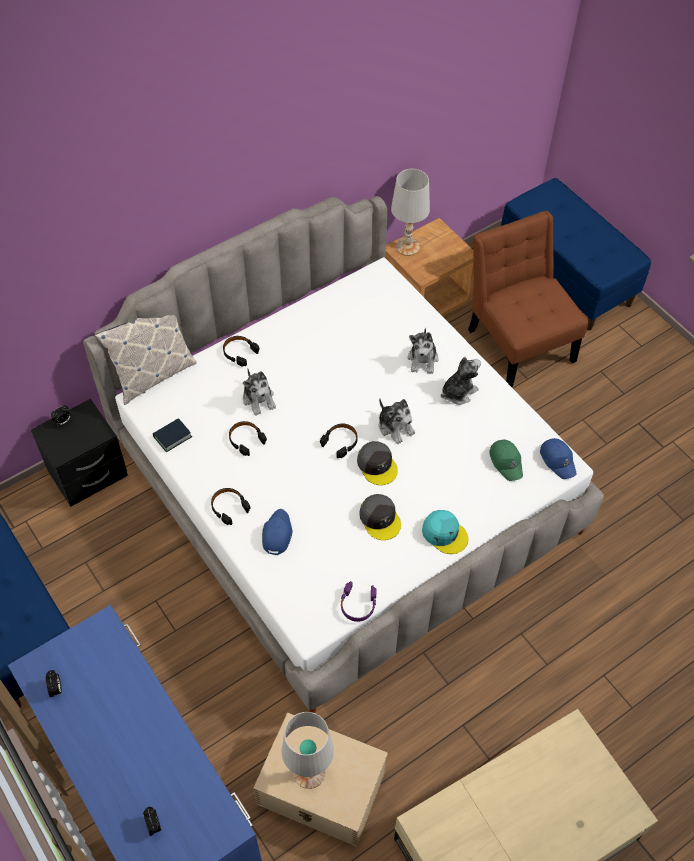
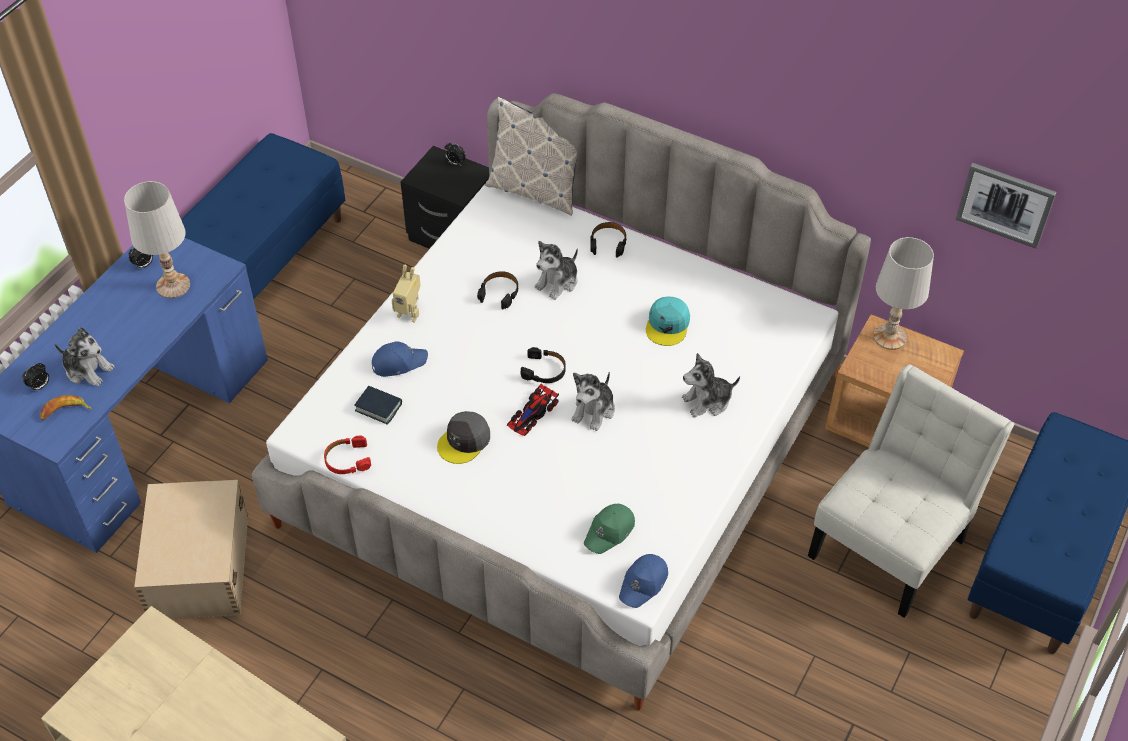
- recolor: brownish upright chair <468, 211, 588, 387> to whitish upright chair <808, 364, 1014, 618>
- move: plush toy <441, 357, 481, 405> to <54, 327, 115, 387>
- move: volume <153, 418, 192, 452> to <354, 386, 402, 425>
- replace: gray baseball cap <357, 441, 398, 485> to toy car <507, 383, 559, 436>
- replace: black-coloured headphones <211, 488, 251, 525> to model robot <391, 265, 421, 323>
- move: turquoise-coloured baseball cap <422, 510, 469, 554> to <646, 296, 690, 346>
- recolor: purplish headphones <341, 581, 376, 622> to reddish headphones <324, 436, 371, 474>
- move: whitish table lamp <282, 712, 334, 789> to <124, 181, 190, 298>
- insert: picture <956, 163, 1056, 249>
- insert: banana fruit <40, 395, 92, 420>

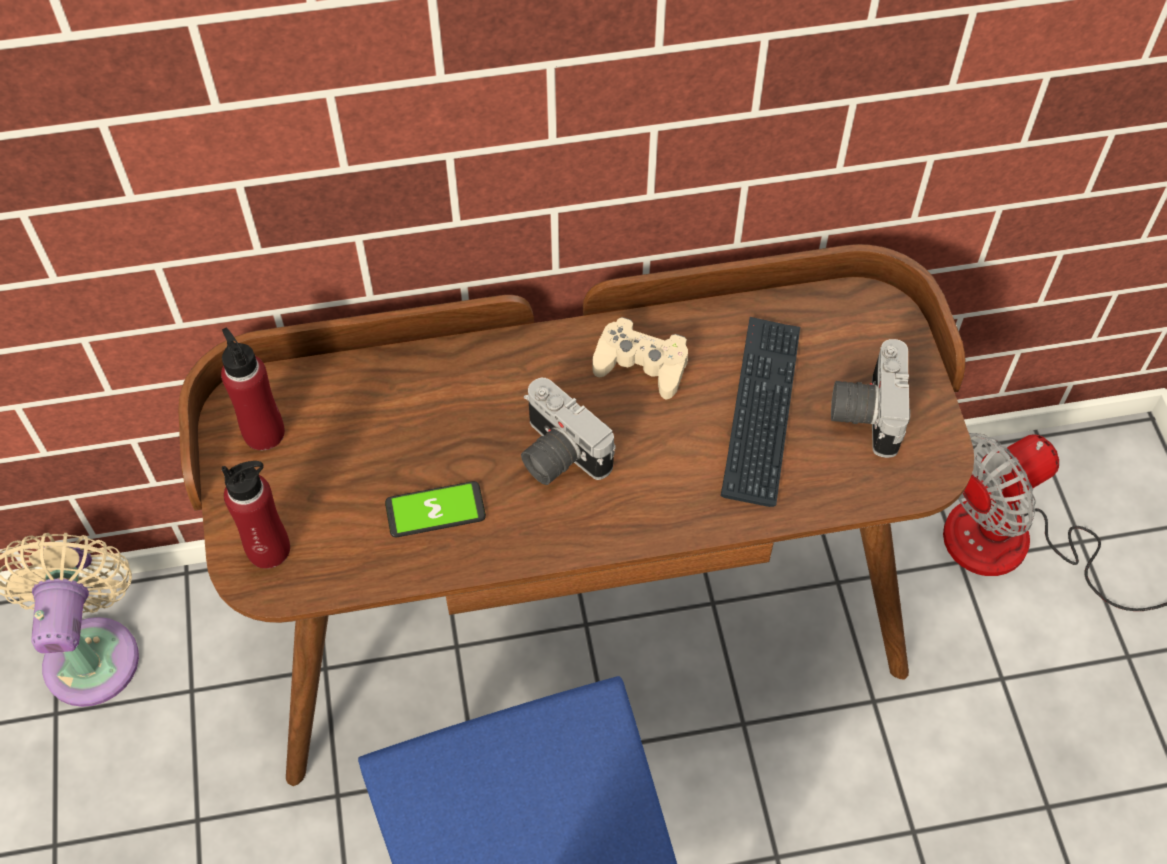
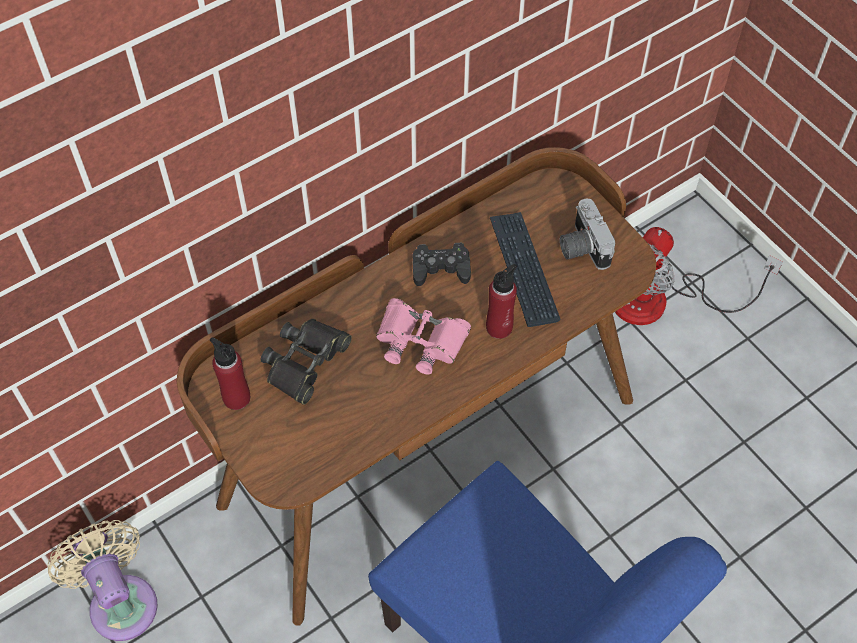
- recolor: sand-coloured gamepad <592, 317, 688, 399> to black-coloured gamepad <413, 243, 471, 286>
- replace: still camera <521, 378, 616, 485> to pinkish binoculars <376, 298, 471, 375>
- move: reddish bottle <222, 461, 290, 569> to <486, 264, 517, 339>
- delete: handset <385, 481, 486, 537>
- insert: black-coloured binoculars <261, 319, 352, 405>

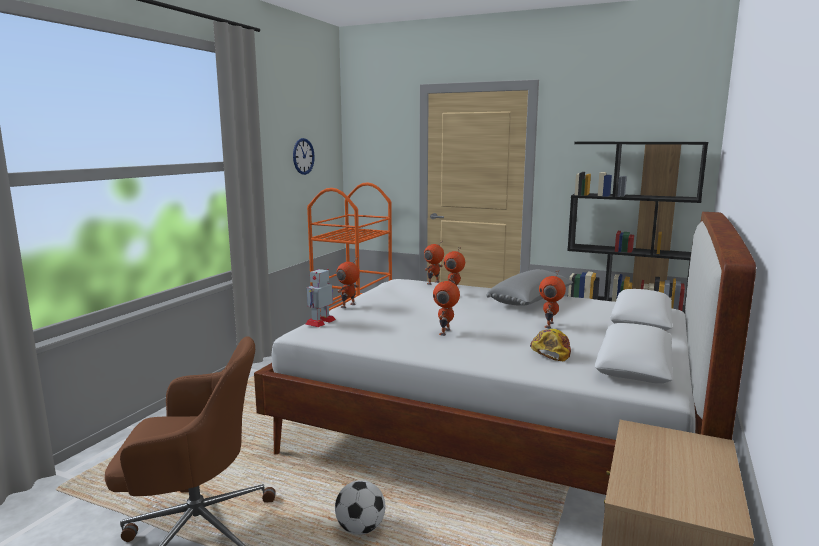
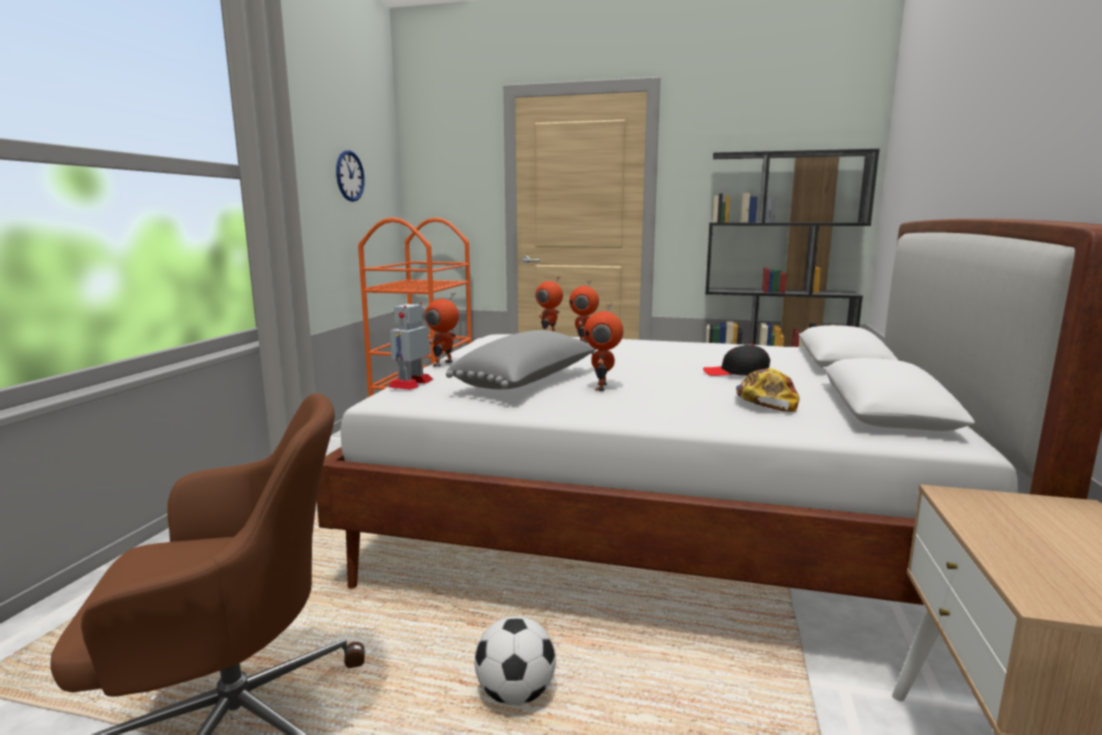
- move: gray pillow <487, 269, 573, 306> to <446, 330, 596, 389>
- replace: model robot <539, 271, 566, 328> to black-coloured baseball cap <703, 344, 770, 376>

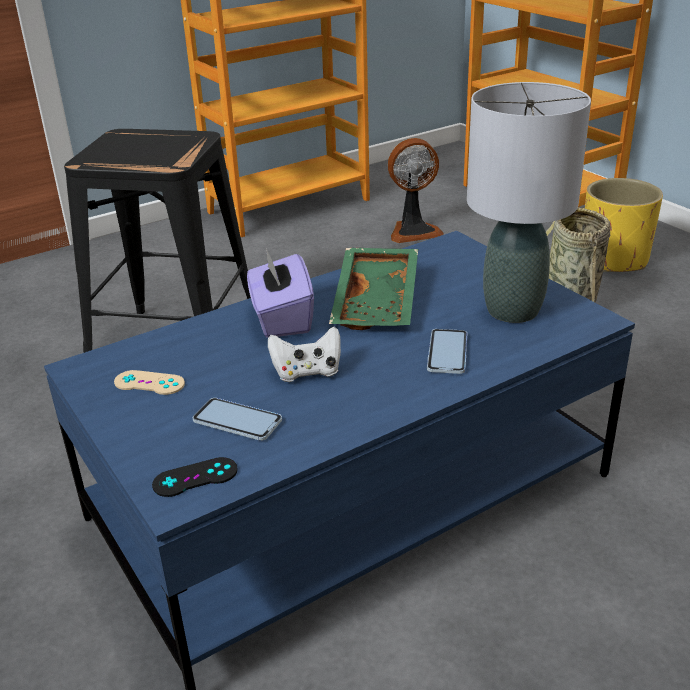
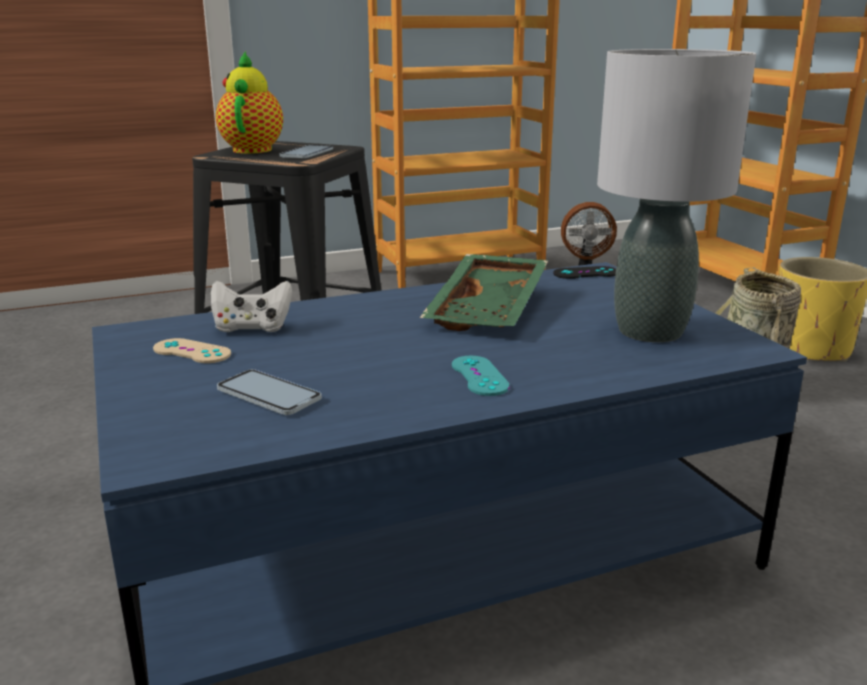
- delete: purplish tissue box <247, 249, 314, 338>
- move: whitish gamepad <268, 326, 341, 382> to <211, 281, 292, 332>
- move: handset <427, 329, 467, 374> to <279, 145, 333, 158>
- move: black-coloured gamepad <152, 457, 238, 497> to <553, 266, 616, 279>
- insert: teapot <216, 51, 283, 154>
- insert: turquoise-coloured gamepad <452, 356, 510, 396>

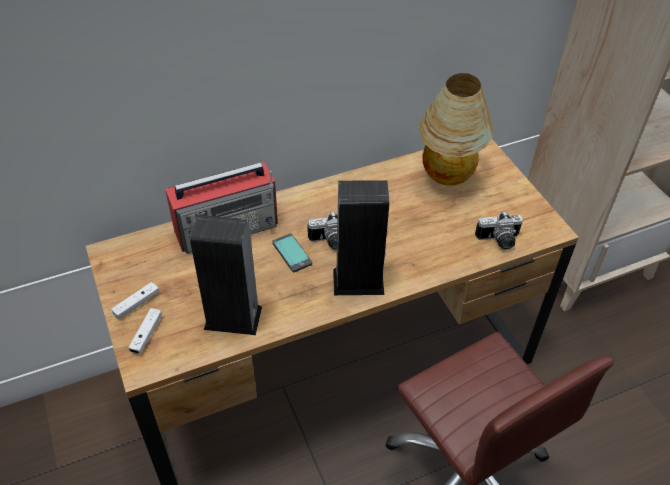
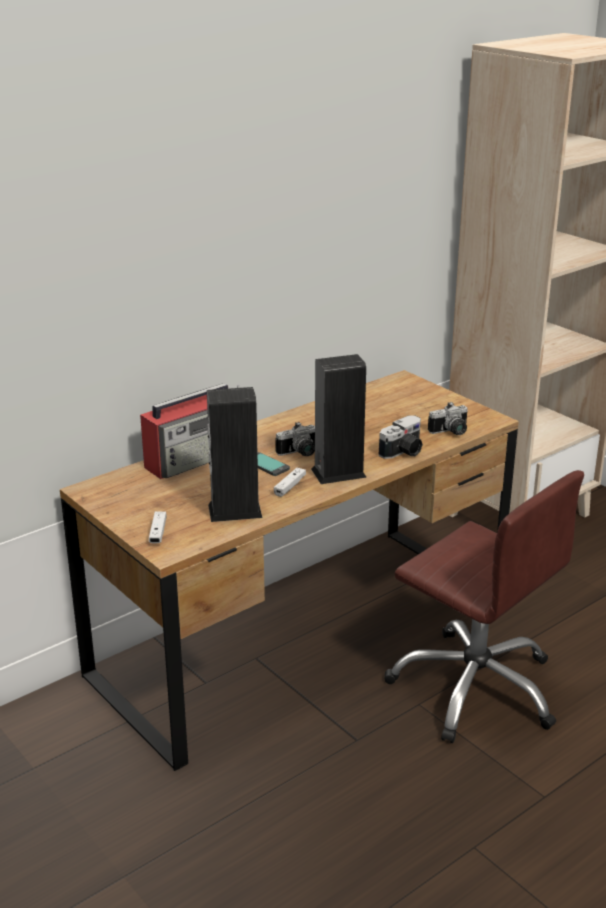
- delete: table lamp <419, 73, 493, 185>
- move: whitish gamepad <111, 282, 159, 320> to <274, 468, 306, 497>
- insert: still camera <378, 415, 423, 459>

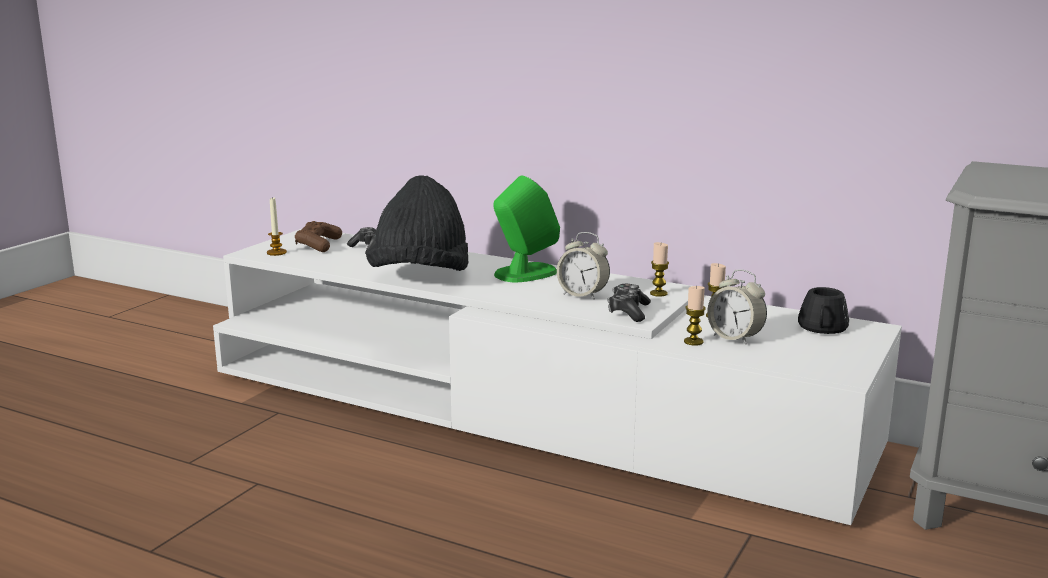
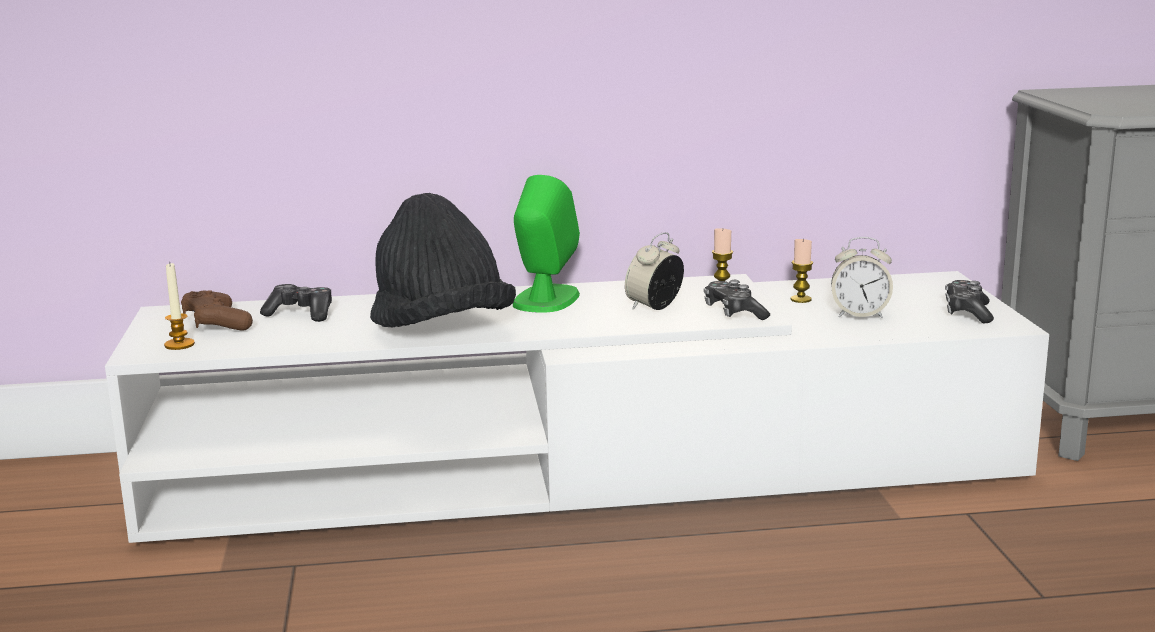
- rotate: bedside clock <557, 232, 610, 300> = <625, 232, 684, 310> 135 degrees clockwise
- delete: wax candle <684, 286, 706, 346>
- delete: black-coloured tea mug <798, 287, 849, 334>
- insert: gamepad <945, 280, 994, 324>

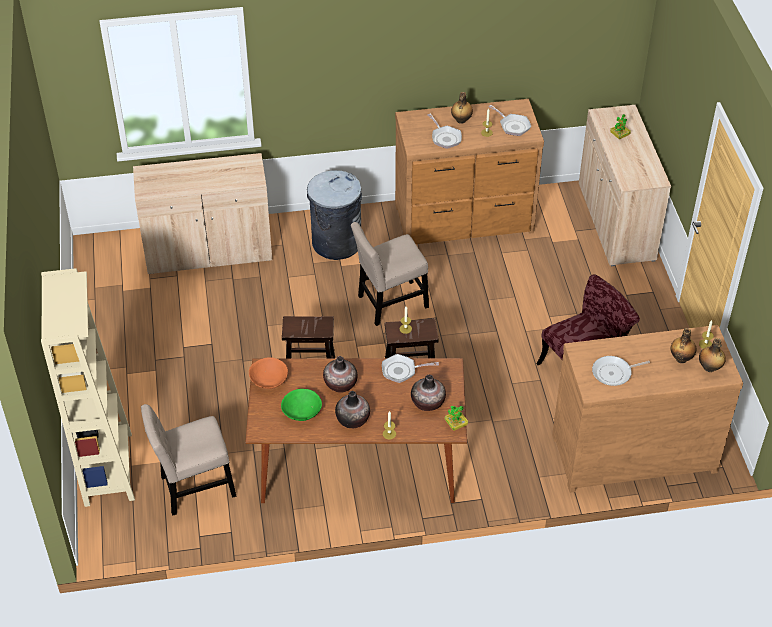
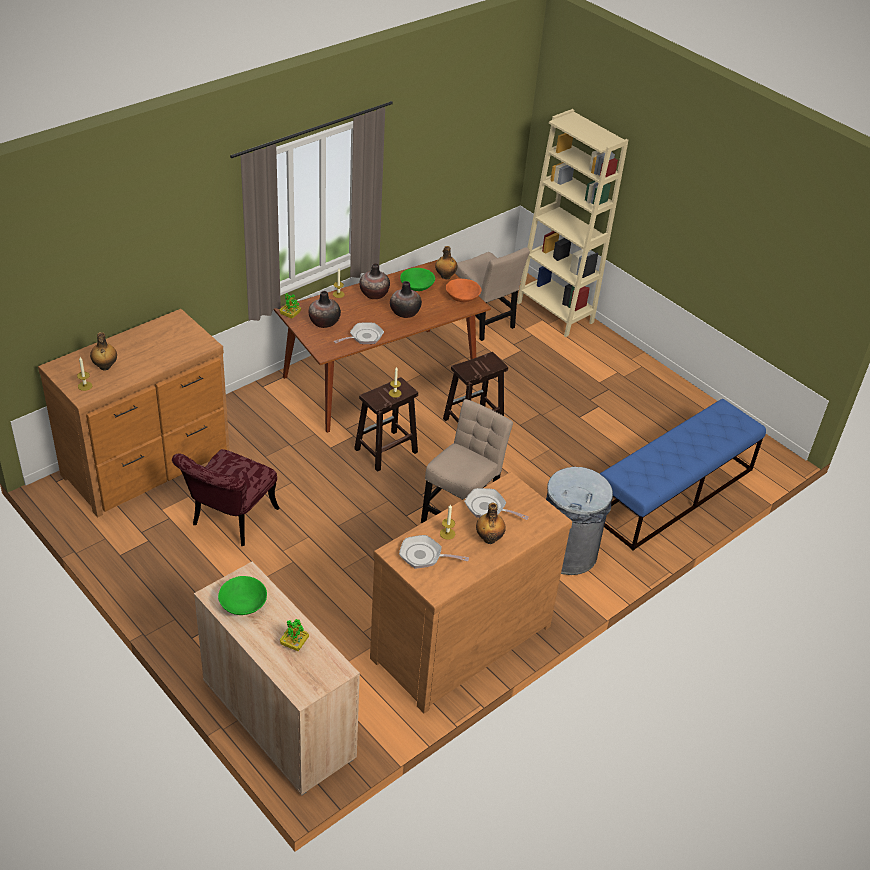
- replace: sand-coloured storage cabinet <133, 153, 272, 274> to bluish indoor bench <600, 399, 766, 551>
- move: bottle <699, 338, 726, 372> to <435, 246, 458, 279>
- delete: frying pan <592, 356, 650, 386>
- rotate: sand-coloured upright chair <141, 404, 236, 516> = <455, 248, 530, 341> 105 degrees clockwise
- insert: green-coloured serving bowl <218, 576, 267, 615>

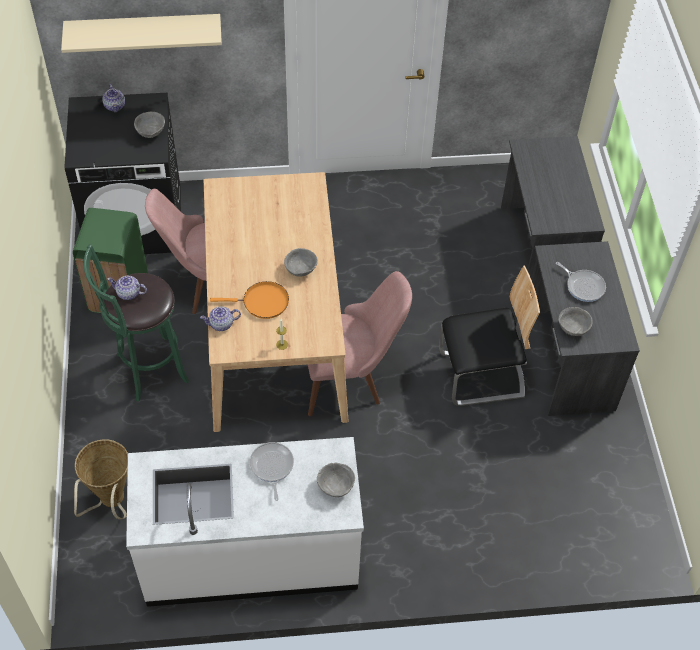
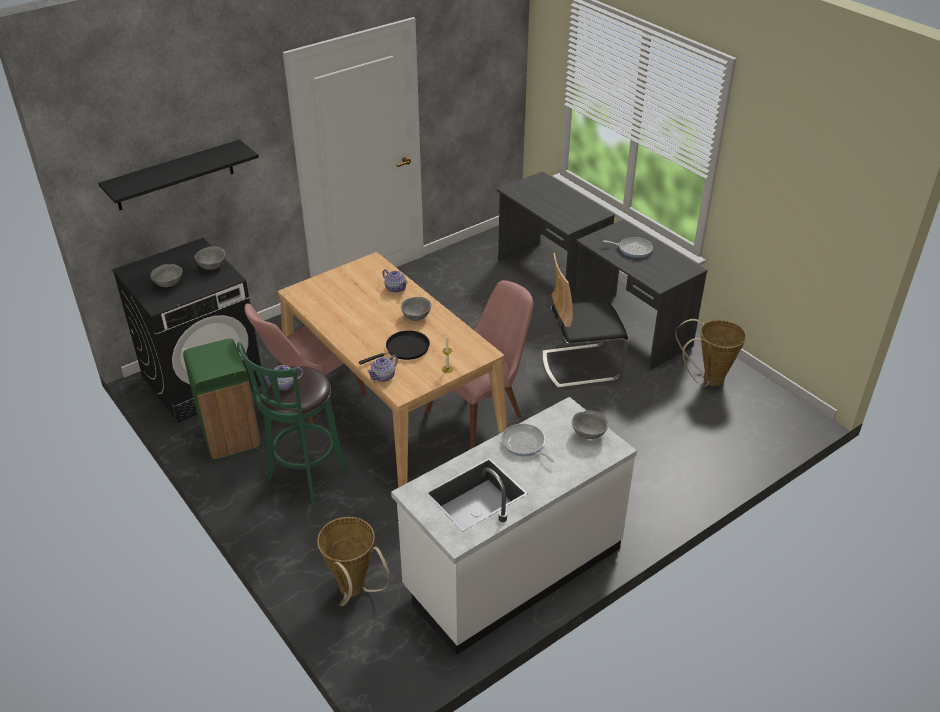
- recolor: sand-coloured wall shelf <61, 14, 222, 53> to black-coloured wall shelf <98, 140, 259, 210>
- move: teapot <102, 84, 125, 112> to <382, 269, 408, 293>
- rotate: upright chair <439, 265, 540, 406> = <543, 253, 628, 389> 150 degrees counterclockwise
- recolor: orange-coloured frying pan <210, 281, 289, 319> to black-coloured frying pan <359, 330, 430, 365>
- move: gray serving bowl <558, 307, 593, 336> to <150, 264, 182, 287>
- insert: storage basket <675, 319, 747, 387>

